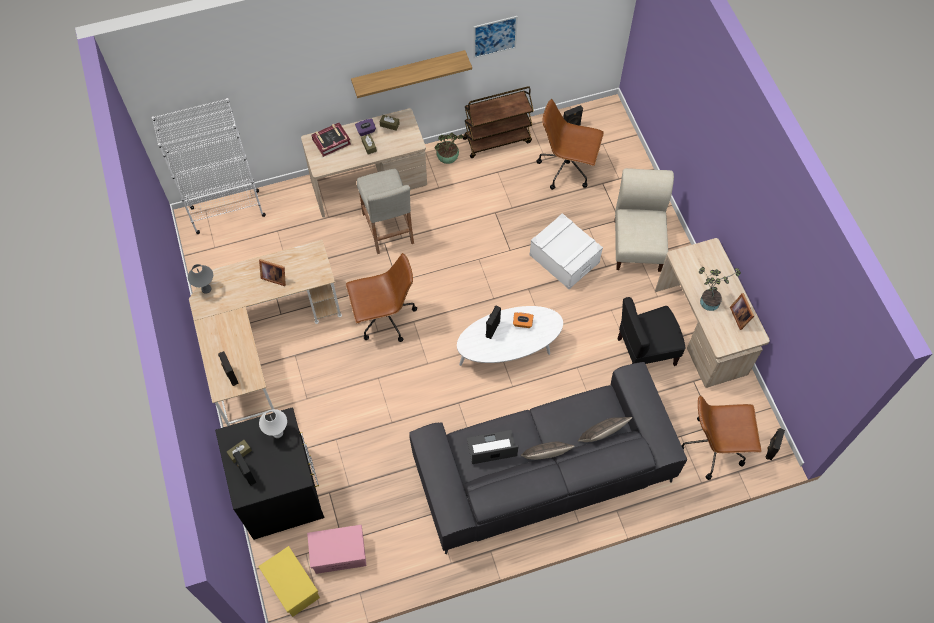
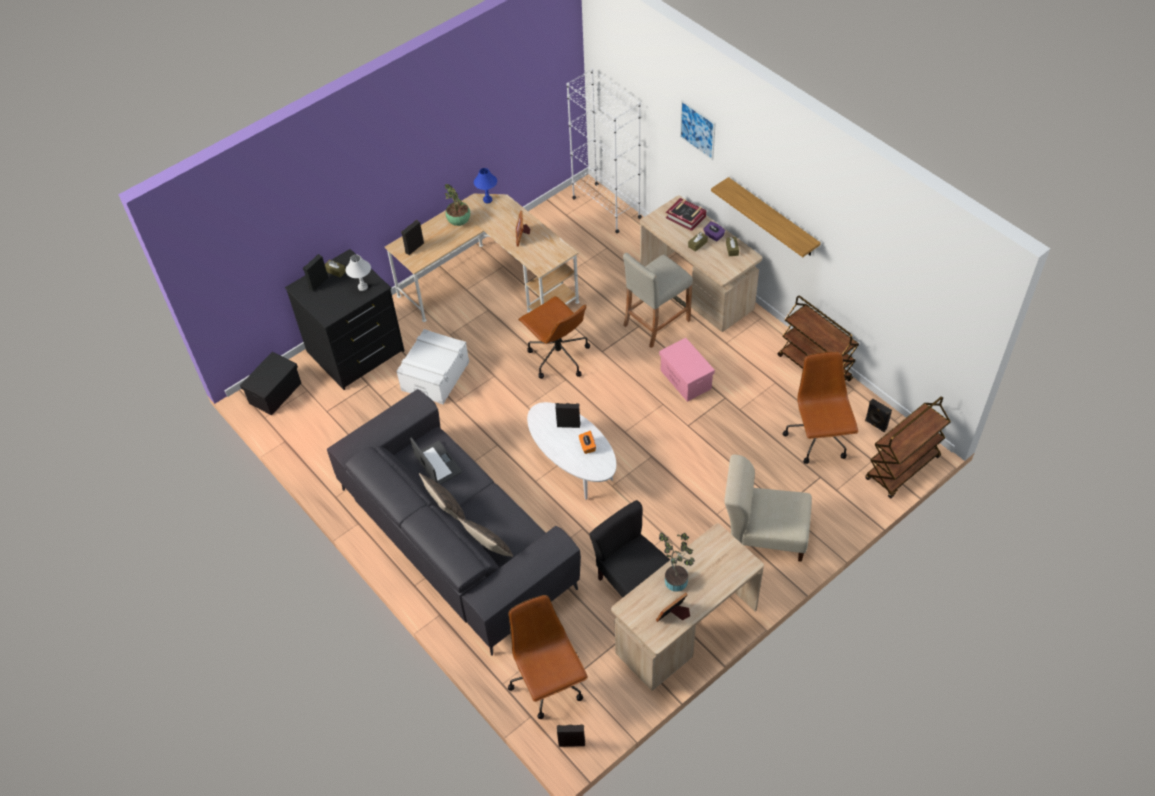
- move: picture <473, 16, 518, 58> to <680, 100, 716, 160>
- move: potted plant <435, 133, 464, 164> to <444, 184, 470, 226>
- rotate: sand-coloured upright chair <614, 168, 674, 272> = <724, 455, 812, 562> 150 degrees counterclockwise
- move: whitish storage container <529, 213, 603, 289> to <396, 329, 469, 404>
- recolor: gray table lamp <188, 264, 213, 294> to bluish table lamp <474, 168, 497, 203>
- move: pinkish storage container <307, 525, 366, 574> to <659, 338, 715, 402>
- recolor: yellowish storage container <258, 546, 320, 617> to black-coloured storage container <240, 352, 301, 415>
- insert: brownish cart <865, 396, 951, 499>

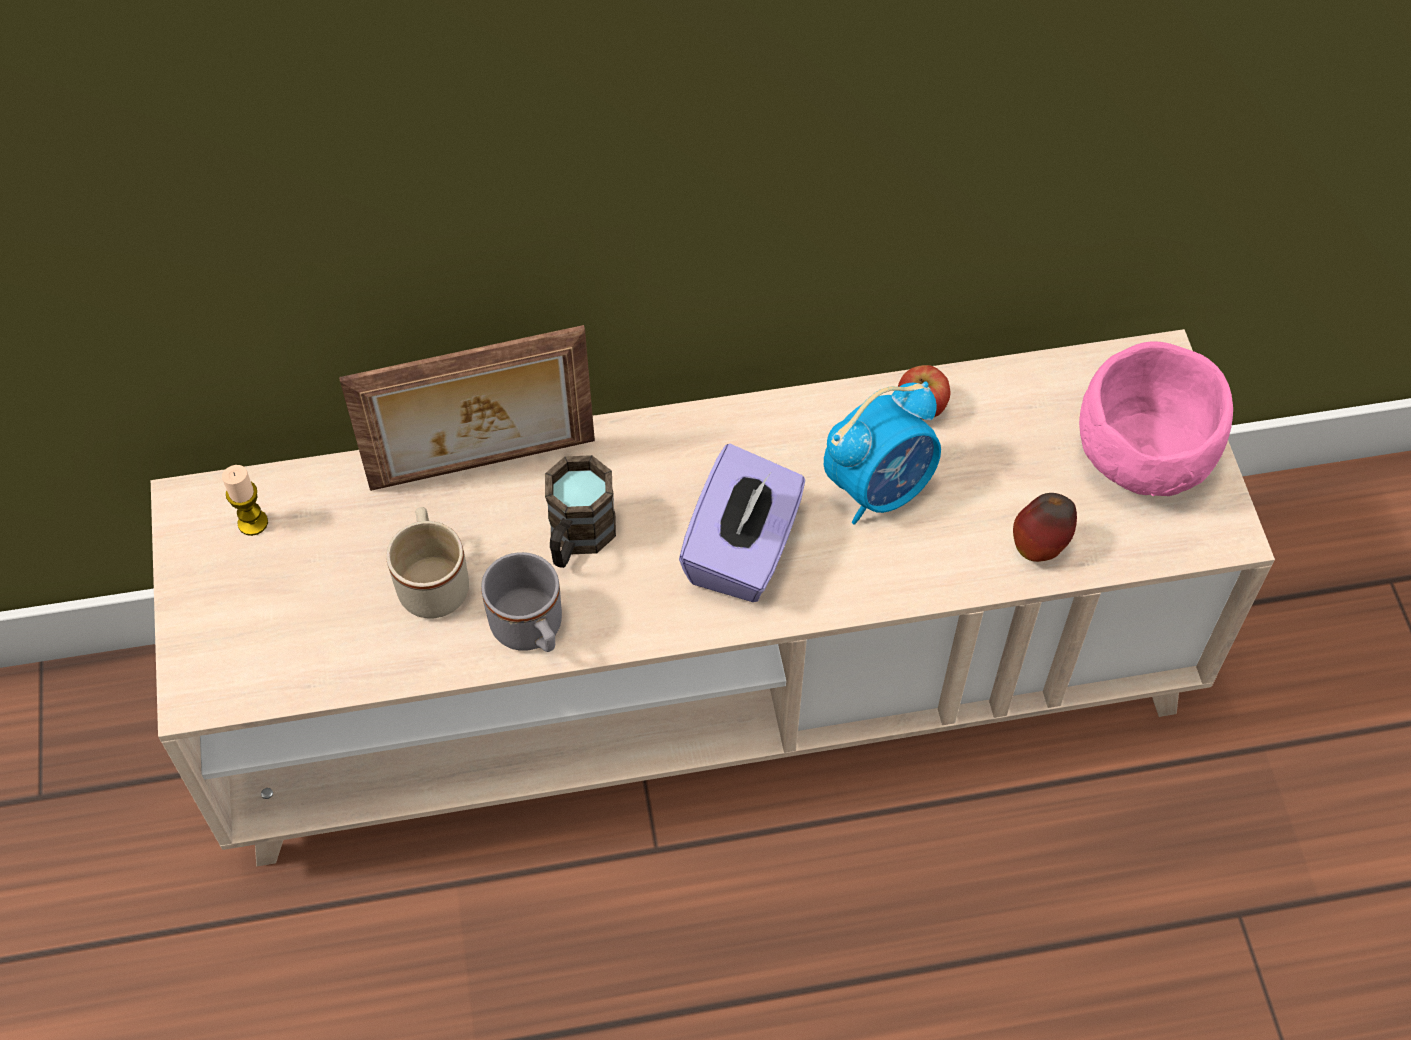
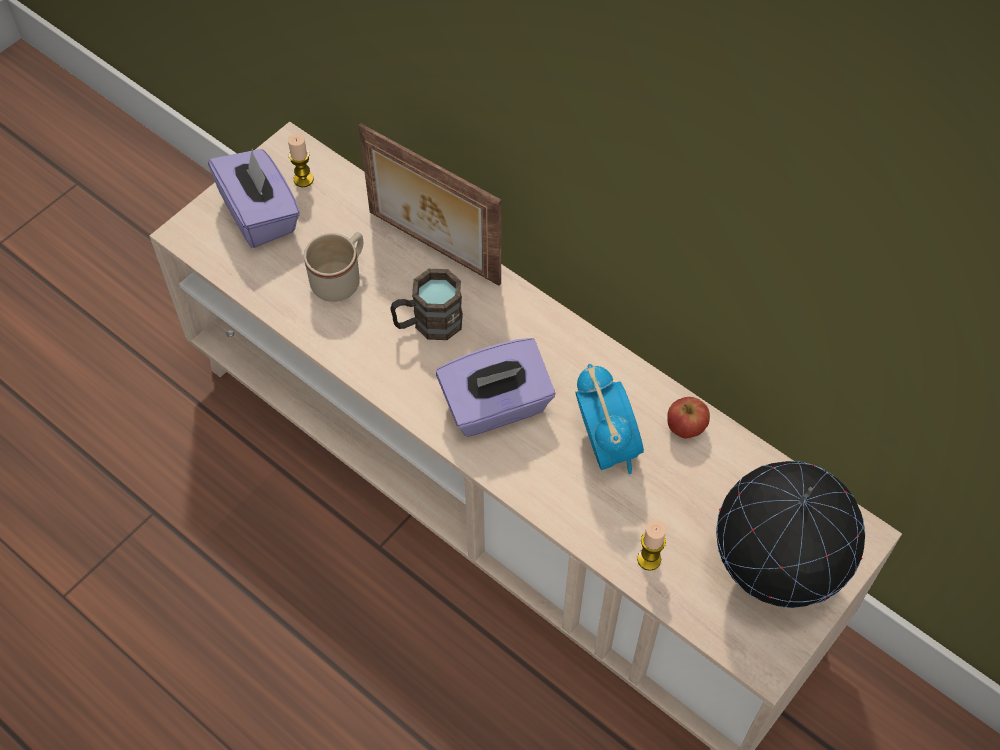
- replace: pinkish serving bowl <1079, 342, 1233, 496> to world globe <716, 461, 865, 608>
- rotate: bedside clock <824, 381, 941, 525> = <575, 364, 644, 474> 120 degrees counterclockwise
- replace: whole apple <1013, 493, 1077, 562> to wax candle <637, 520, 666, 571>
- delete: gray tea mug <481, 552, 562, 652>
- insert: purplish tissue box <208, 149, 300, 248>

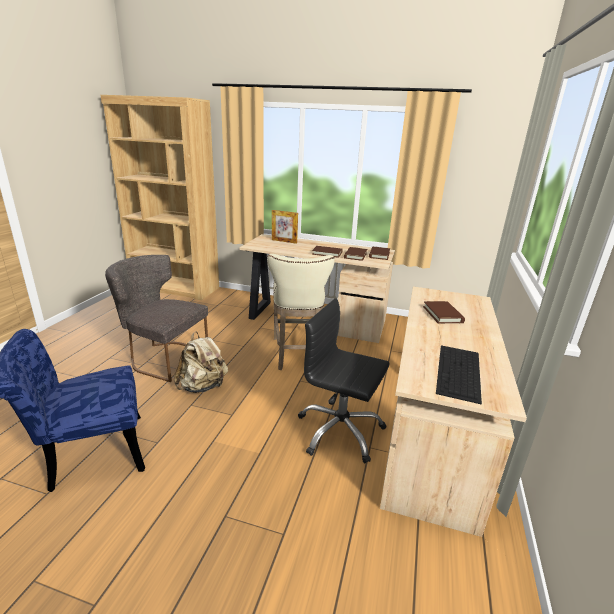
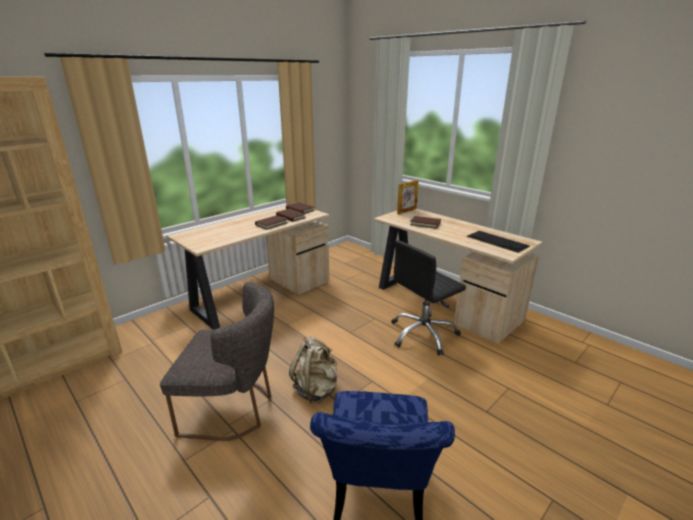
- move: photo frame <272, 210, 298, 244> to <397, 180, 419, 214>
- delete: sand-coloured stool seat <267, 254, 335, 370>
- rotate: gray upright chair <105, 255, 208, 382> = <160, 282, 274, 441> 135 degrees counterclockwise

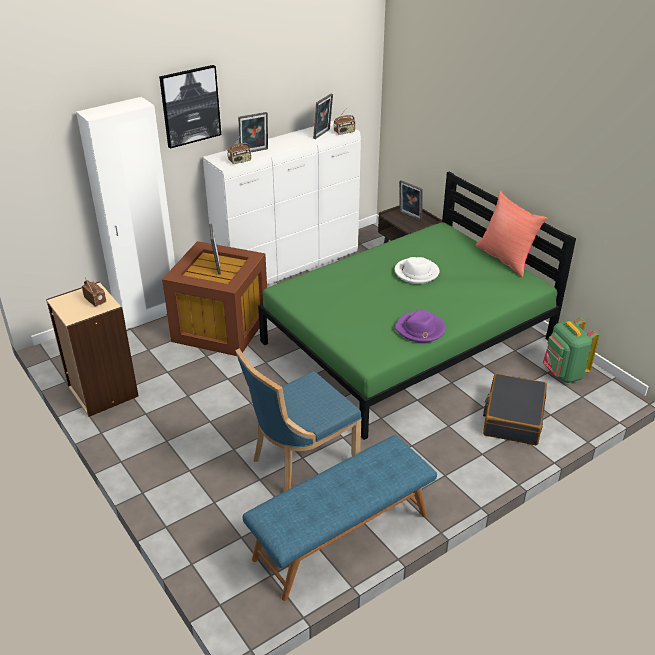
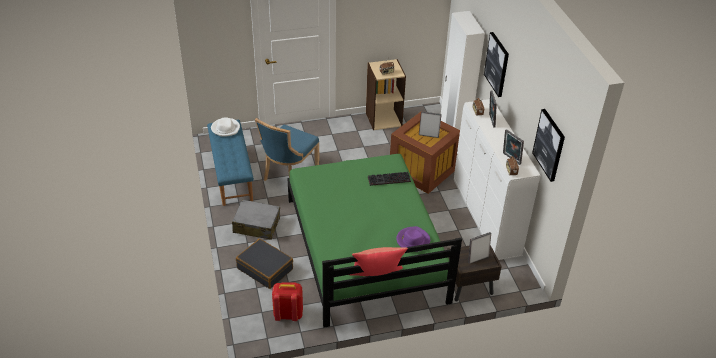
- move: whitish wearable hat <395, 257, 440, 284> to <211, 118, 240, 137>
- move: purplish wearable hat <394, 309, 446, 343> to <396, 226, 430, 252>
- recolor: green-coloured knapsack <543, 318, 599, 383> to reddish knapsack <272, 282, 303, 321>
- rotate: bluish upright chair <235, 348, 362, 491> = <255, 118, 319, 181> 135 degrees counterclockwise
- insert: picture <532, 109, 565, 182>
- insert: PC keyboard <368, 172, 411, 186>
- insert: gray piece of luggage <232, 199, 280, 240>

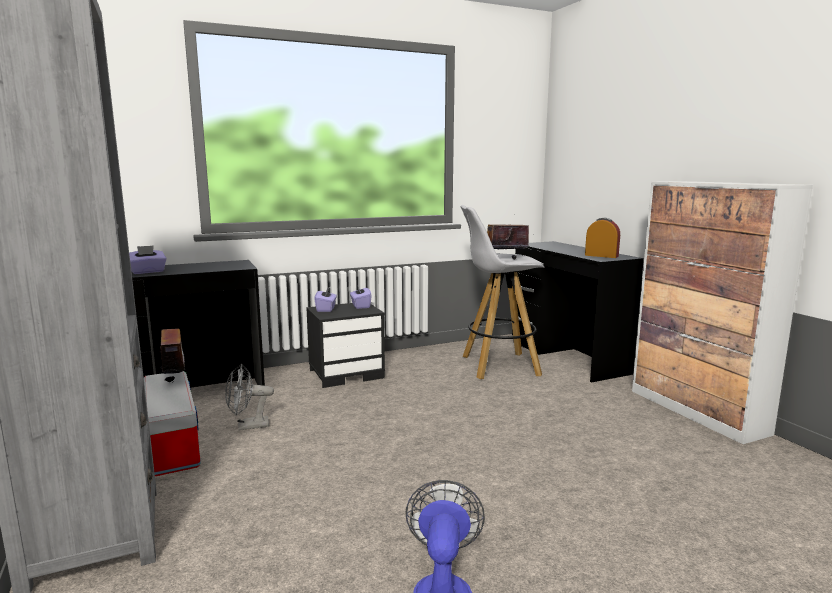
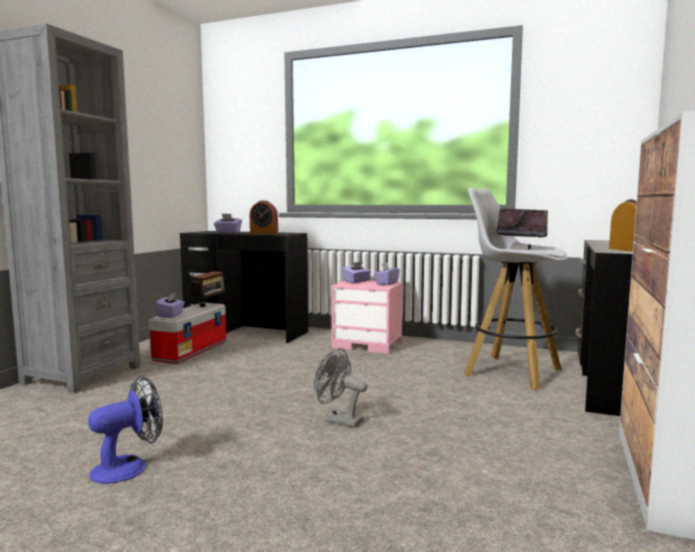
- recolor: black-coloured bedside table <306, 303, 385, 388> to pinkish bedside table <331, 280, 403, 354>
- move: gray fan <225, 364, 274, 431> to <314, 348, 368, 428>
- insert: bedside clock <250, 200, 278, 234>
- insert: purplish tissue box <155, 293, 185, 318>

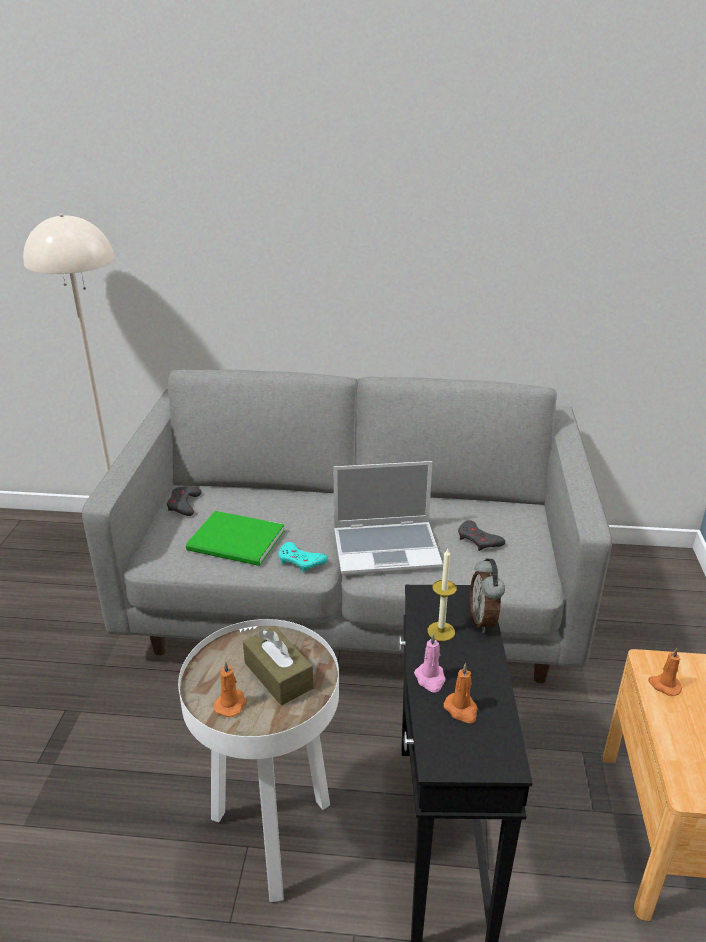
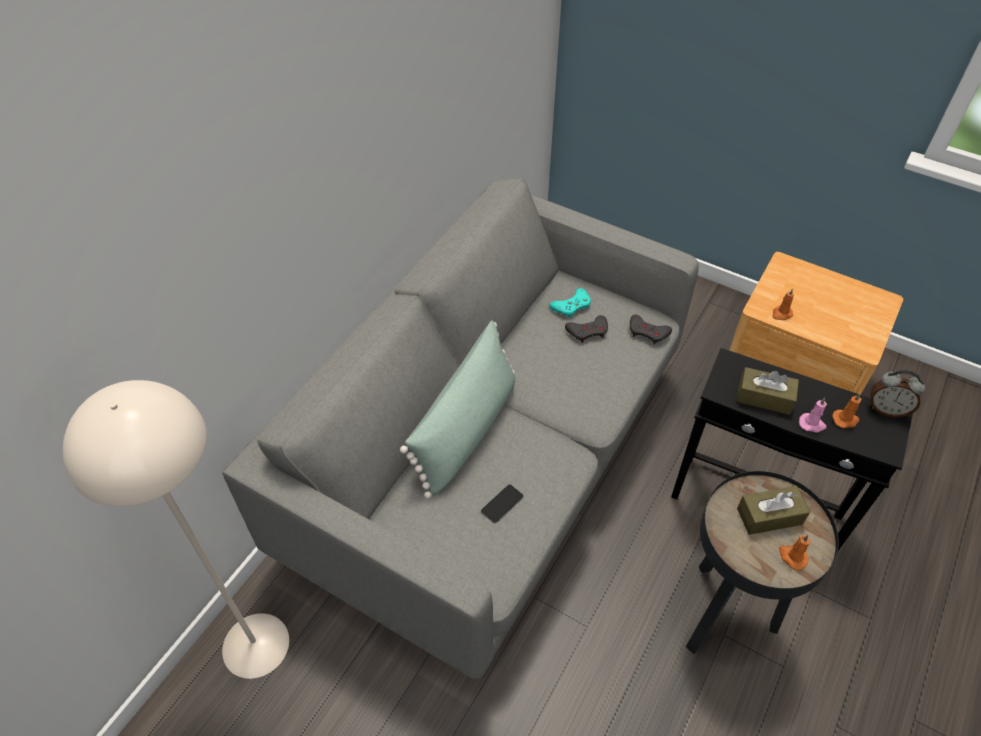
- delete: laptop <333, 461, 443, 575>
- move: gray gamepad <167, 486, 202, 516> to <630, 314, 672, 345>
- replace: green-coloured volume <186, 511, 285, 566> to handset <481, 484, 523, 523>
- move: turquoise-coloured gamepad <278, 542, 328, 573> to <549, 288, 591, 318>
- replace: wax candle <428, 548, 457, 641> to brownish tissue box <736, 367, 799, 415>
- move: bedside clock <470, 558, 505, 633> to <871, 370, 925, 418>
- recolor: whitish accent table <178, 619, 339, 902> to black-coloured accent table <686, 471, 839, 654>
- insert: green-coloured pillow <400, 321, 515, 499>

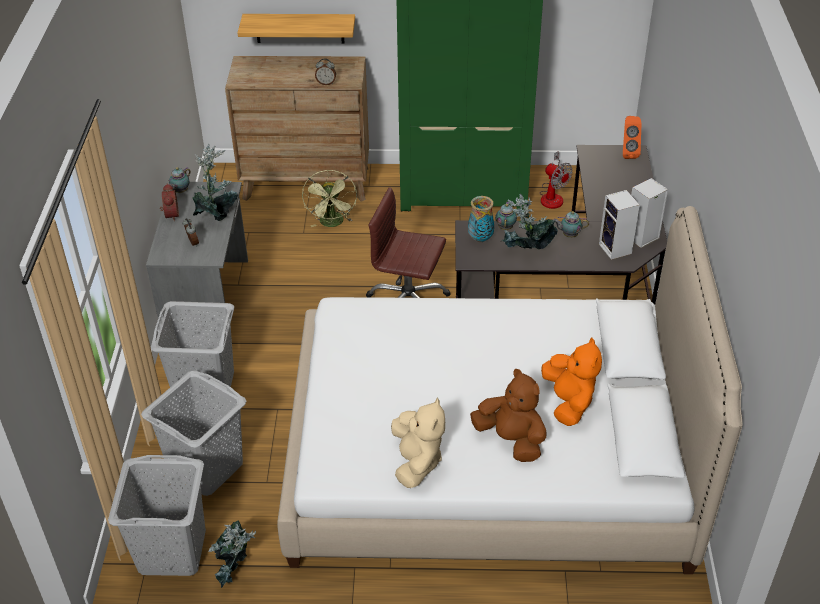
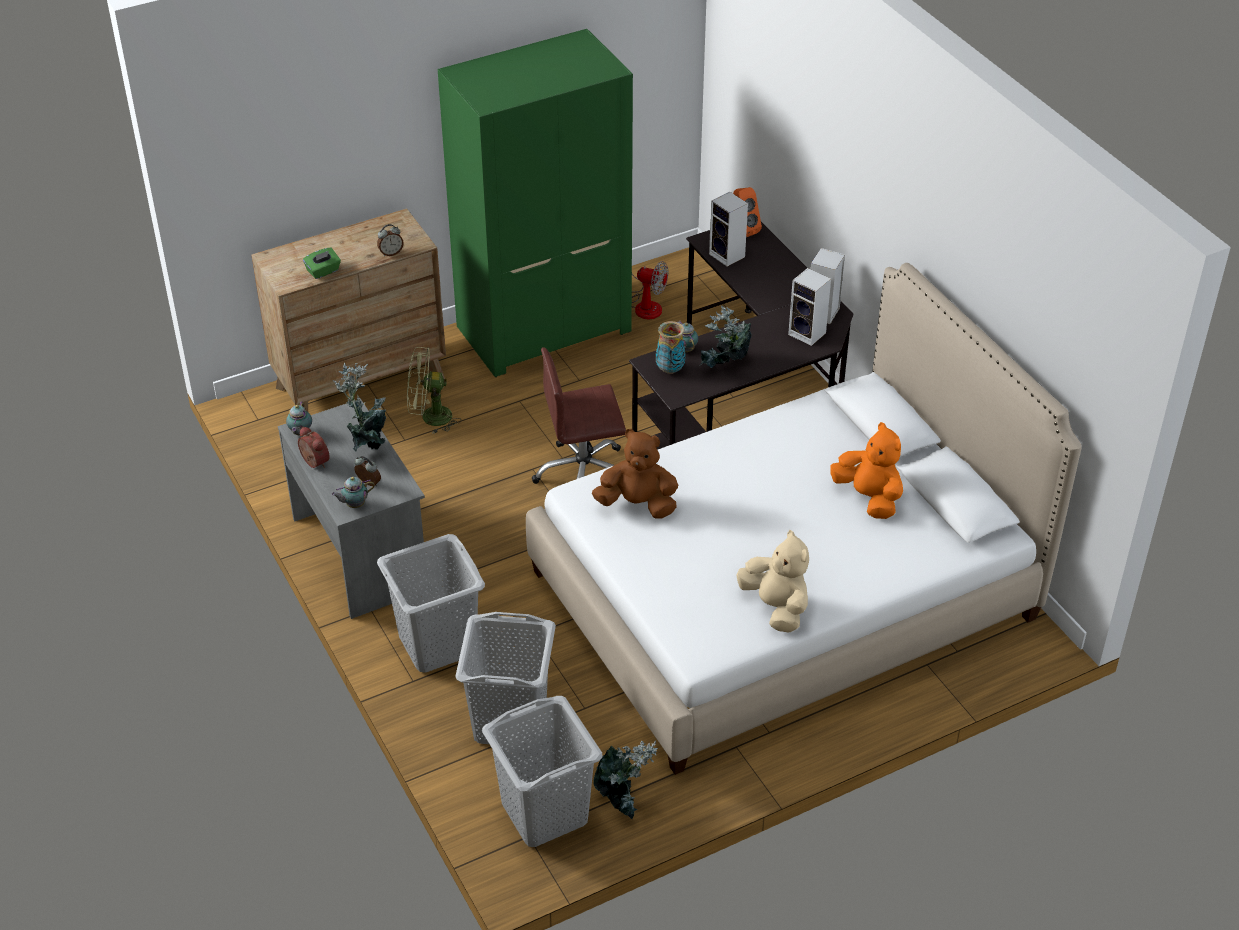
- delete: wall shelf <238, 14, 355, 43>
- rotate: green-coloured fan <302, 170, 357, 227> = <407, 347, 461, 434> 120 degrees clockwise
- move: teapot <553, 211, 589, 238> to <331, 477, 375, 508>
- move: brownish plush toy <470, 369, 547, 462> to <592, 429, 678, 518>
- insert: speaker <709, 192, 748, 266>
- insert: green-coloured tissue box <303, 248, 341, 279>

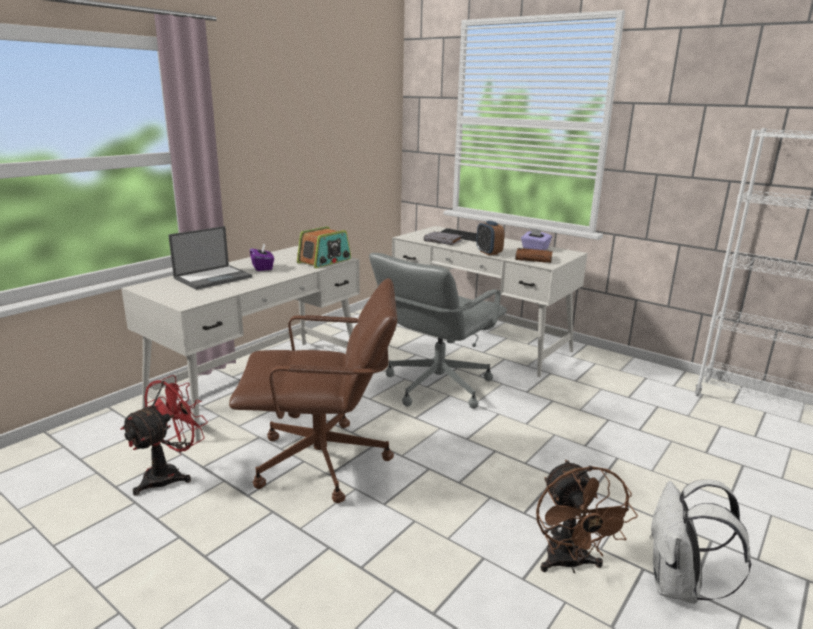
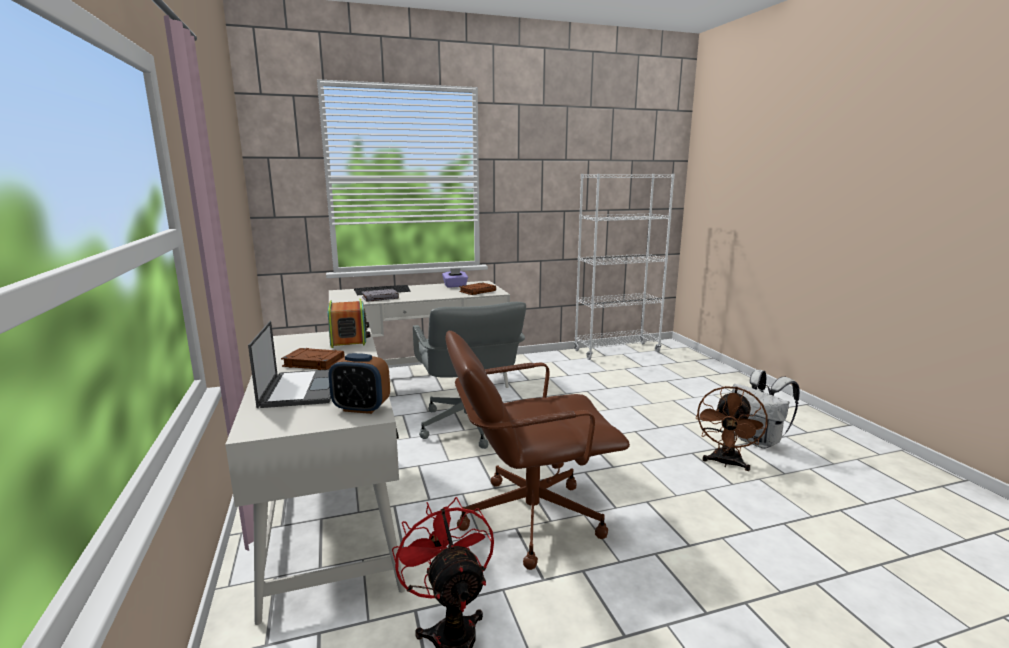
- move: bedside clock <476, 221, 505, 255> to <329, 353, 390, 414>
- replace: purplish tissue box <250, 243, 274, 271> to brownish volume <281, 348, 344, 370>
- rotate: brownish desk chair <229, 278, 397, 503> = <445, 331, 630, 570> 135 degrees counterclockwise
- rotate: brownish fan <536, 460, 638, 573> = <696, 386, 768, 471> 90 degrees clockwise

